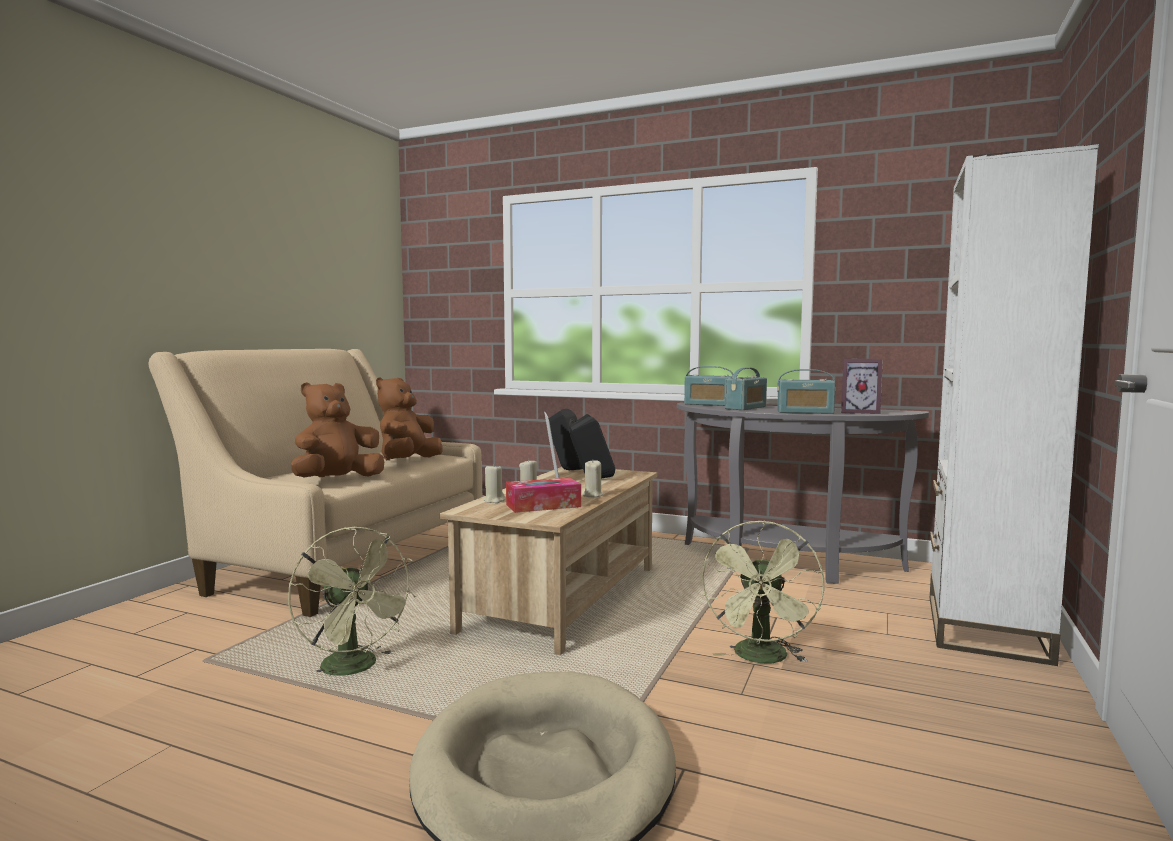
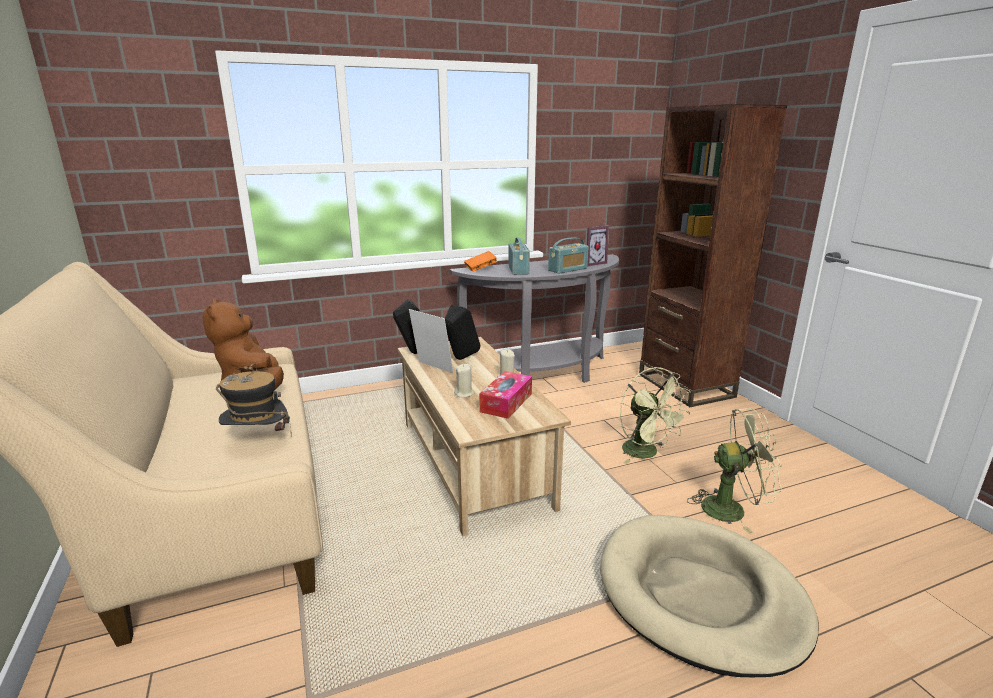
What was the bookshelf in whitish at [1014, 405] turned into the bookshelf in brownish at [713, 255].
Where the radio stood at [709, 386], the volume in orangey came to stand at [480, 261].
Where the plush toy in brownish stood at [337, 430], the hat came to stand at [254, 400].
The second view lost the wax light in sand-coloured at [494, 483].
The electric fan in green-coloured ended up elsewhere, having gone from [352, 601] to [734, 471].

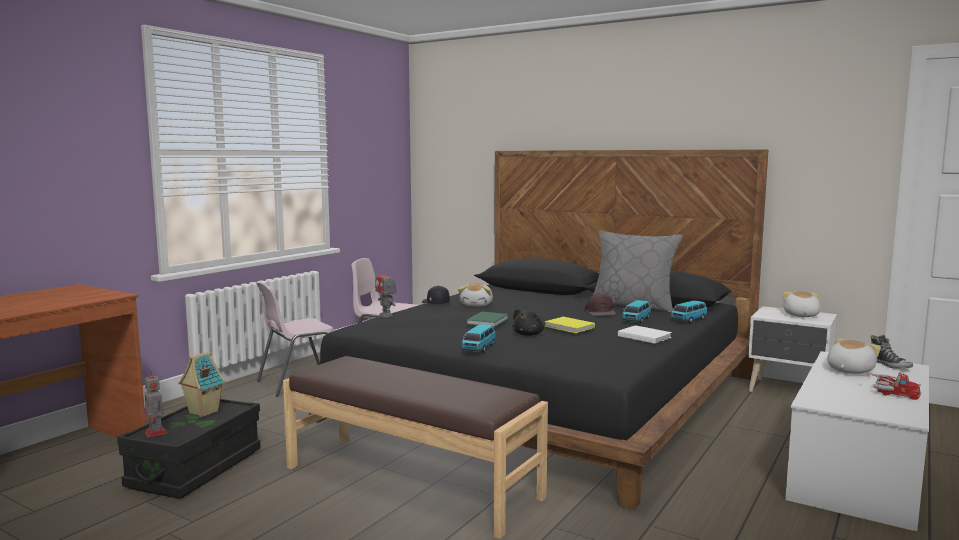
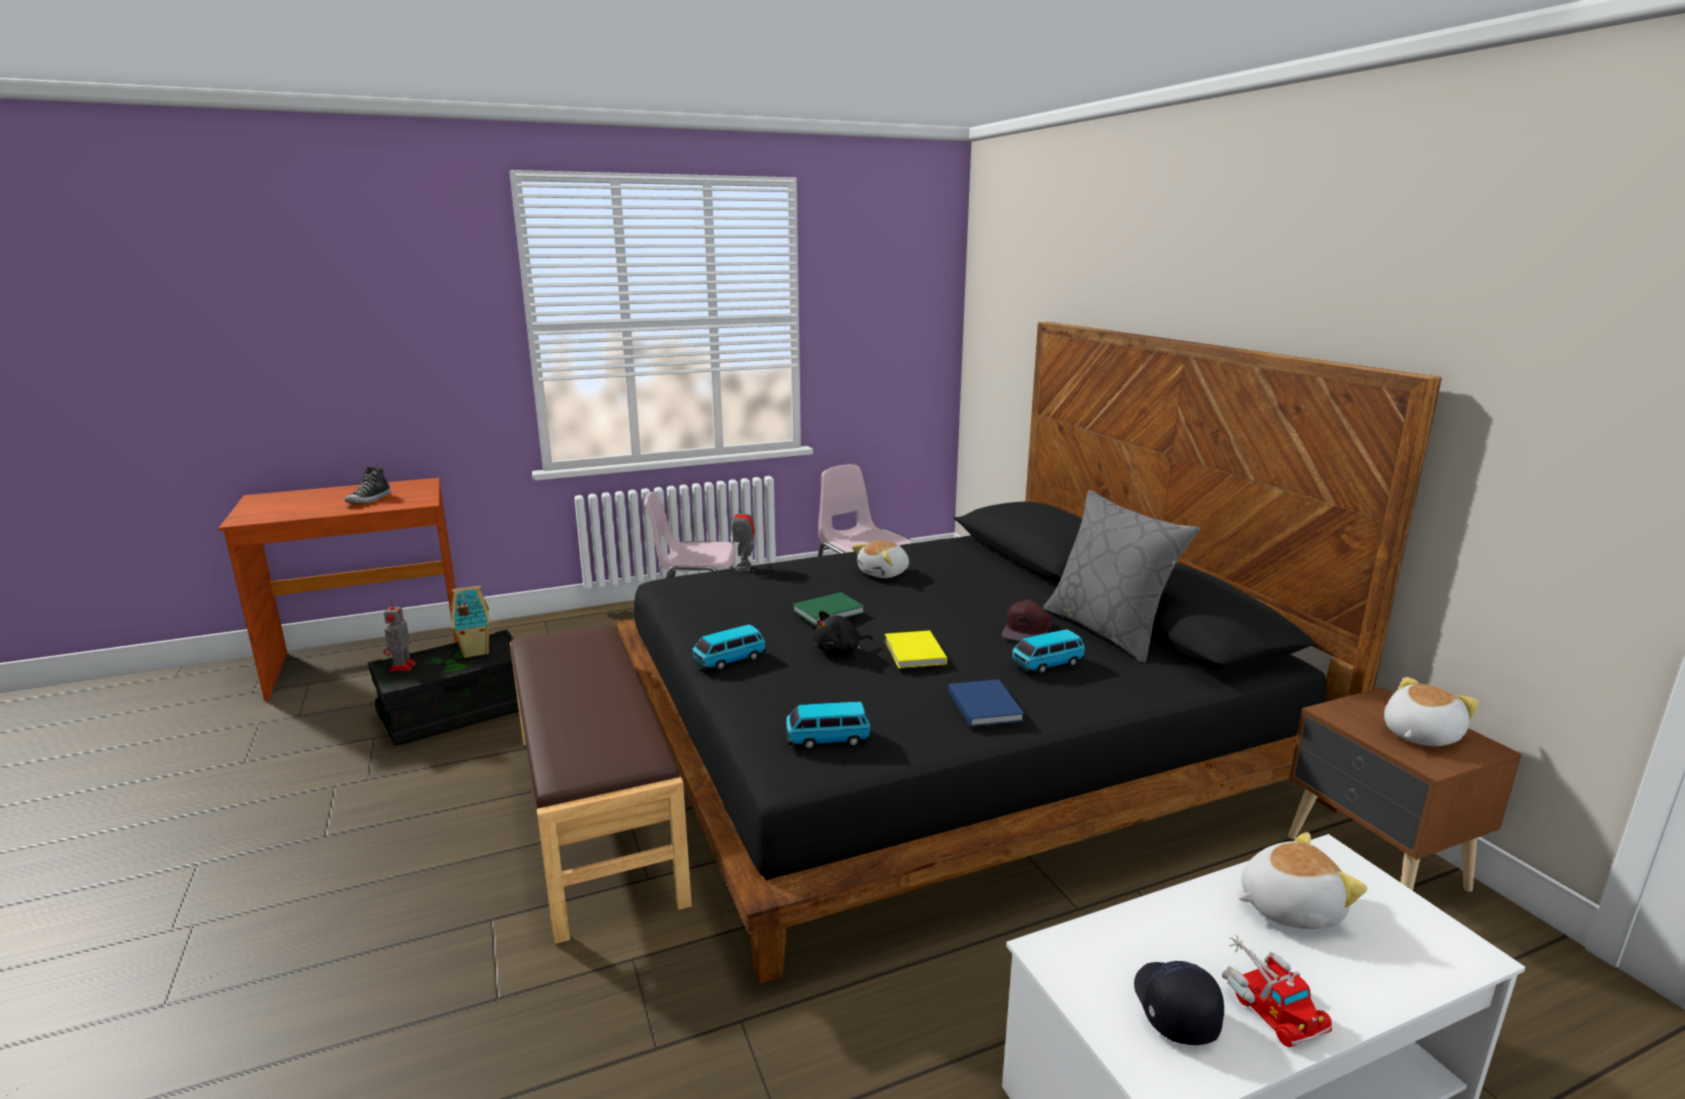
The peaked cap in blackish ended up elsewhere, having gone from [436, 295] to [1179, 1003].
The model car ended up elsewhere, having gone from [689, 311] to [828, 725].
What was the night table in whitish at [792, 349] turned into the night table in brownish at [1405, 789].
What was the volume in whitish at [645, 334] turned into the volume in bluish at [986, 703].
The shoe ended up elsewhere, having gone from [892, 352] to [367, 485].

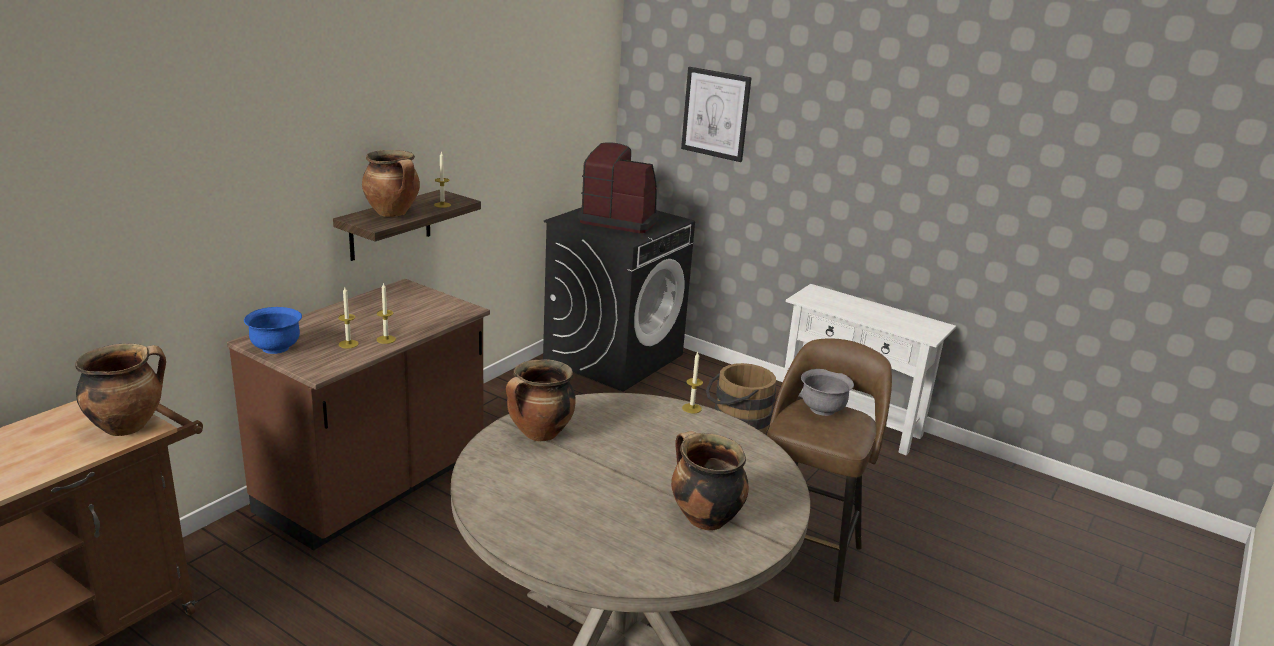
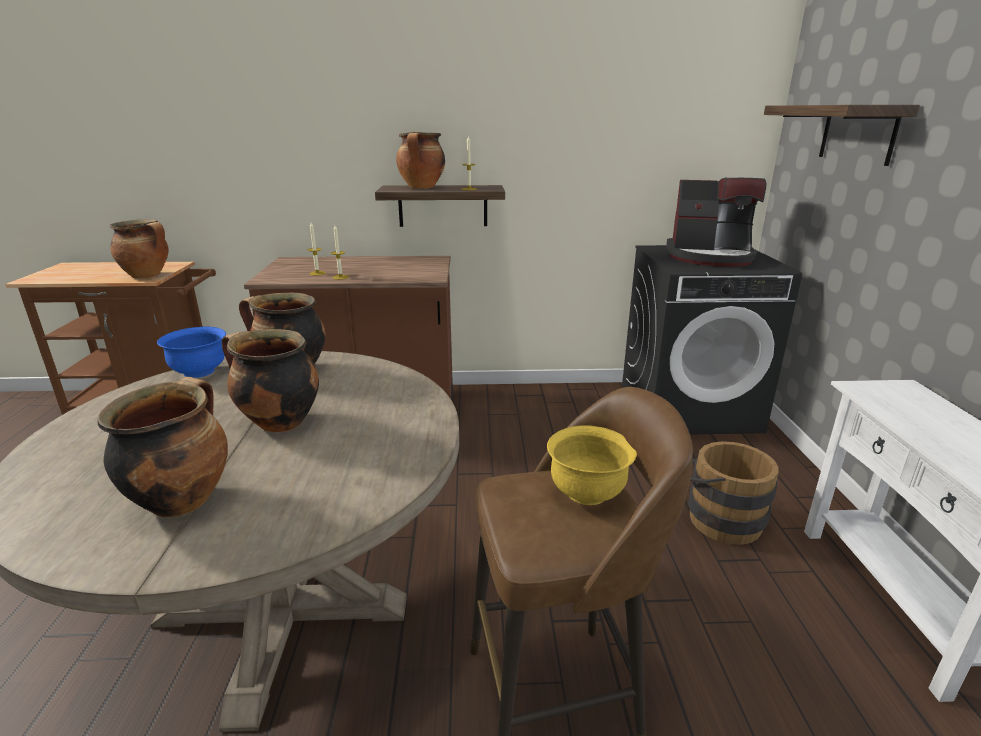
Where the wall art hung at [716, 114], the wall shelf came to hang at [842, 135].
The coffee machine at [618, 188] ended up facing another way, 120 degrees clockwise from before.
The deep dish in bluish ended up elsewhere, having gone from [273, 330] to [191, 352].
The second view lost the wax light at [692, 382].
What was the deep dish in grey at [827, 392] turned into the deep dish in yellow at [592, 465].
The second view gained the cooking pot at [270, 380].

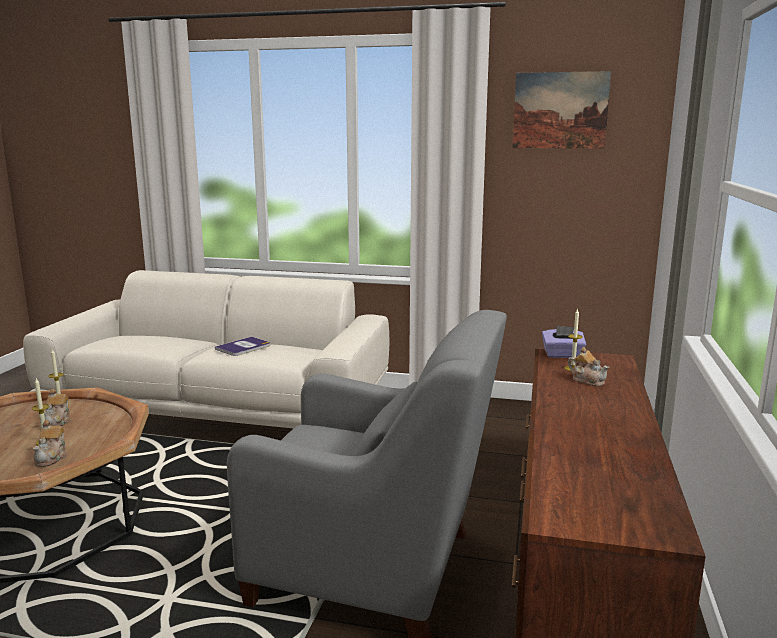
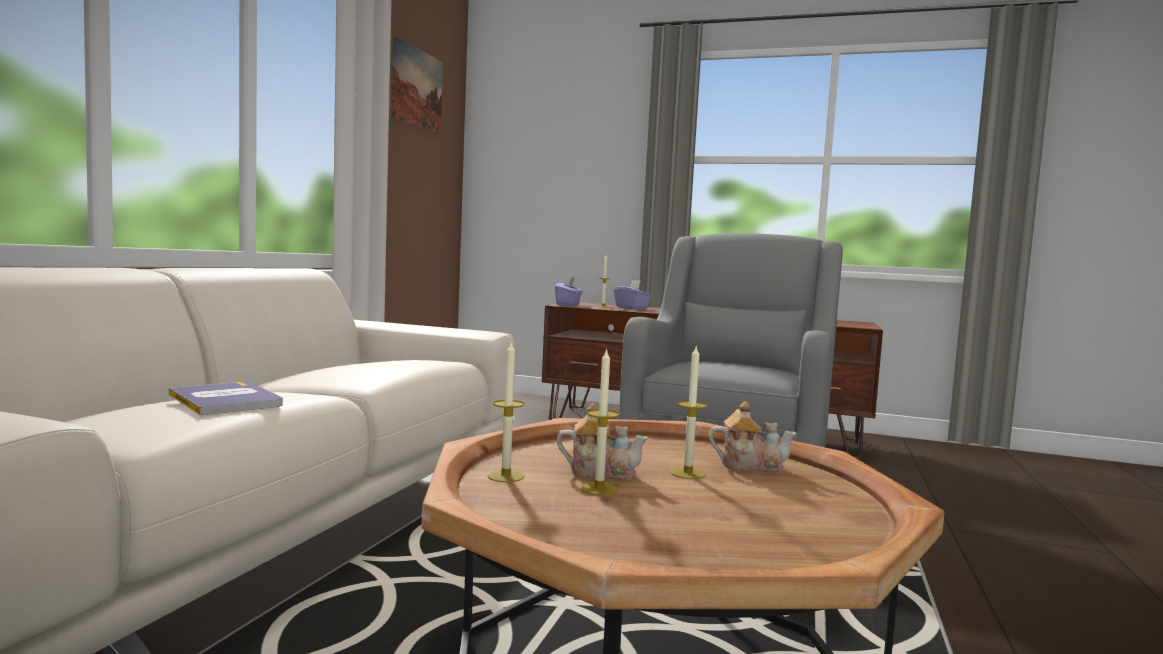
The volume ended up elsewhere, having gone from [242, 346] to [226, 398].
Where the tea pot stood at [588, 366], the box of tissues in purple-coloured came to stand at [633, 294].
The second view gained the wax light at [599, 421].

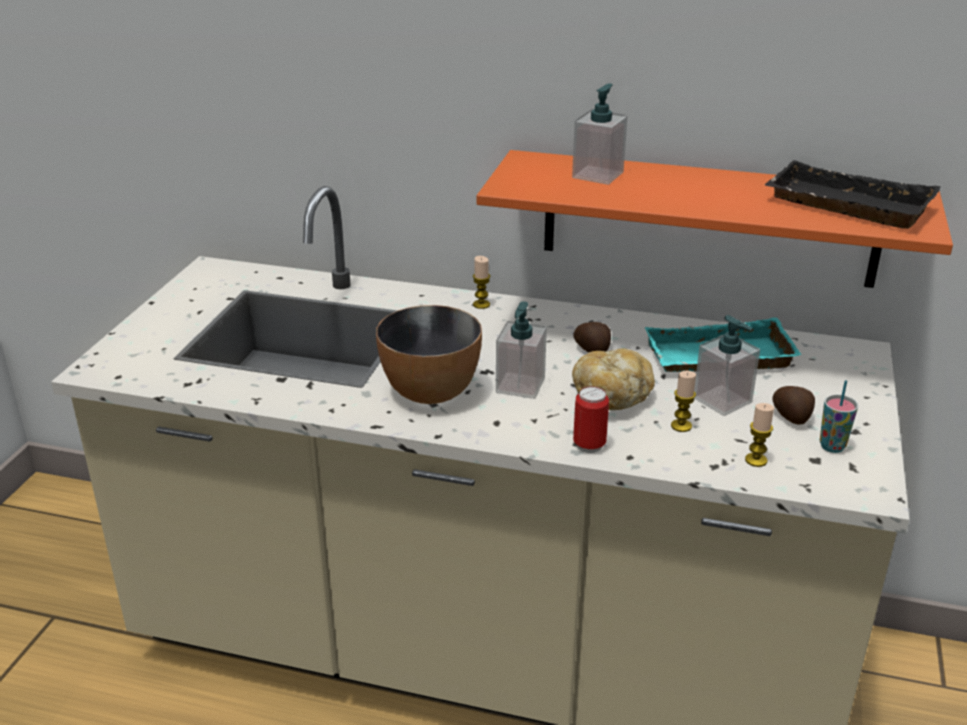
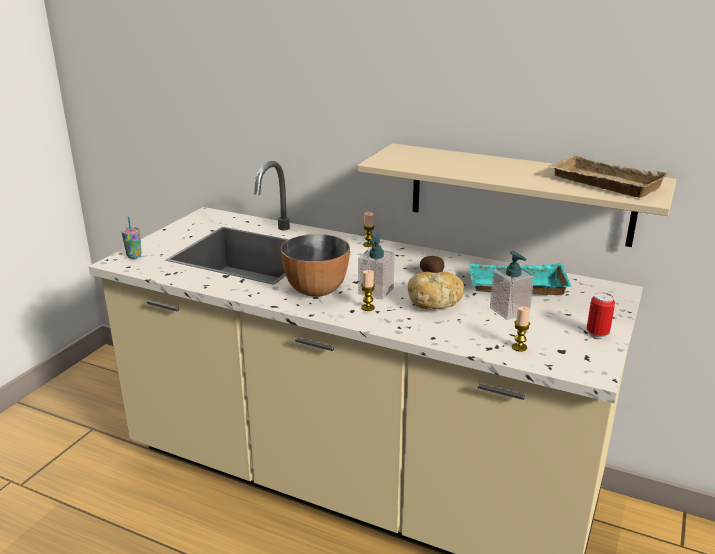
The second view lost the soap dispenser at [600, 134].
What was the wall shelf in orangey at [715, 219] turned into the wall shelf in sand-coloured at [516, 195].
What was the tray in blackish at [852, 194] turned into the tray in sand-coloured at [608, 176].
The wax light ended up elsewhere, having gone from [683, 401] to [368, 290].
The small cup ended up elsewhere, having gone from [839, 416] to [131, 237].
The can ended up elsewhere, having gone from [591, 419] to [601, 316].
The second view lost the spud at [793, 405].

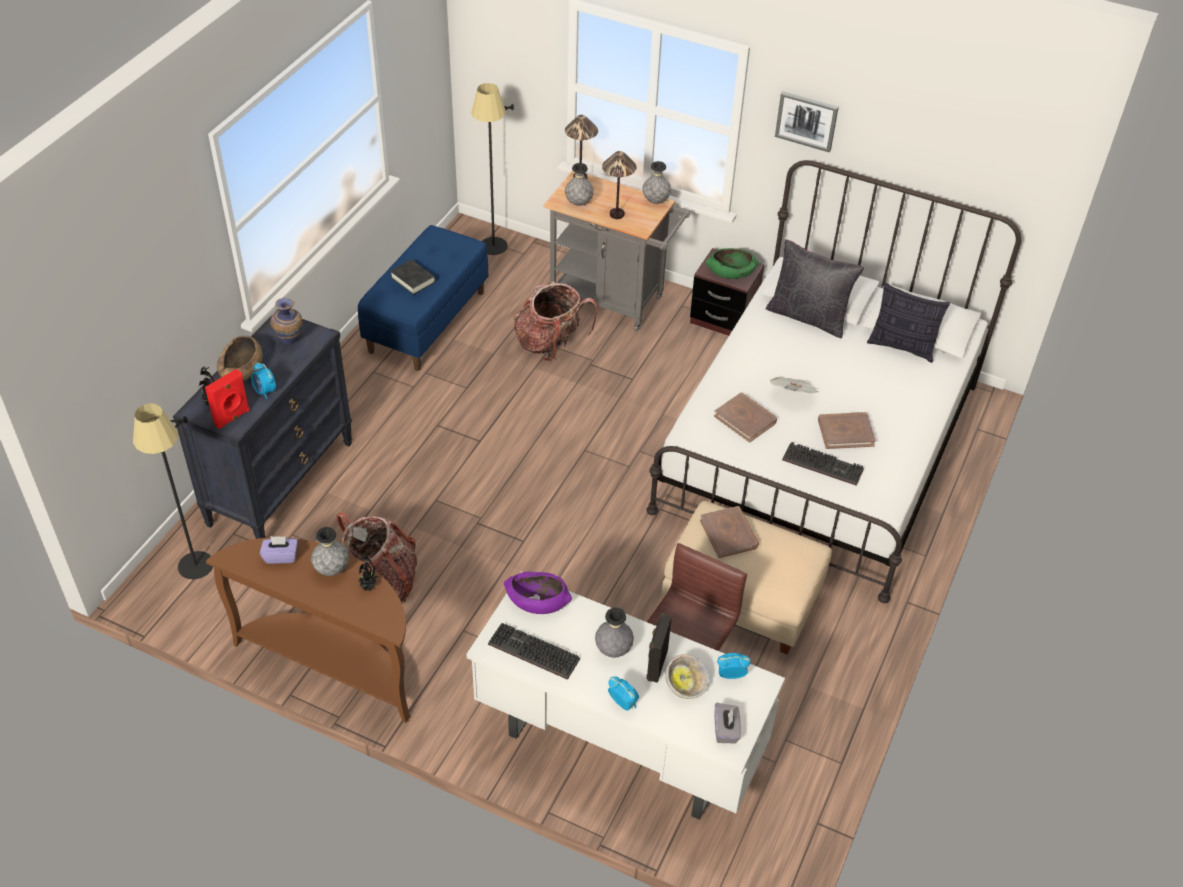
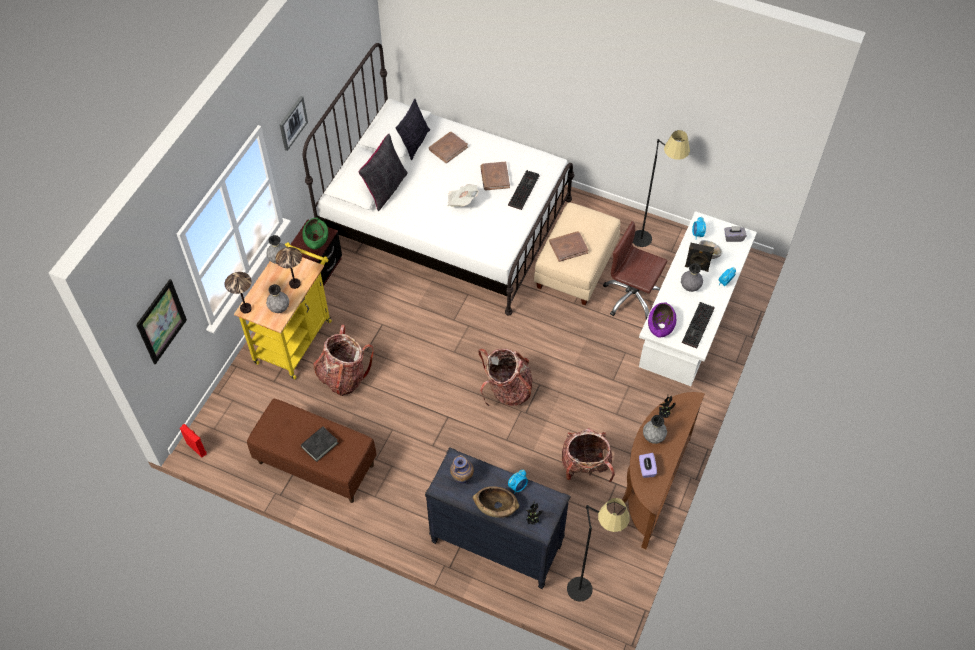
The floor lamp in blackish ended up elsewhere, having gone from [492, 169] to [661, 188].
What was the wheeled cart in grey at [616, 251] turned into the wheeled cart in yellow at [283, 310].
What was the bench in bluish at [423, 298] turned into the bench in brownish at [312, 451].
The audio speaker in red ended up elsewhere, having gone from [227, 399] to [193, 440].
The volume in brownish ended up elsewhere, having gone from [745, 417] to [448, 148].
The second view gained the wall art at [161, 321].
The second view gained the rucksack at [505, 377].

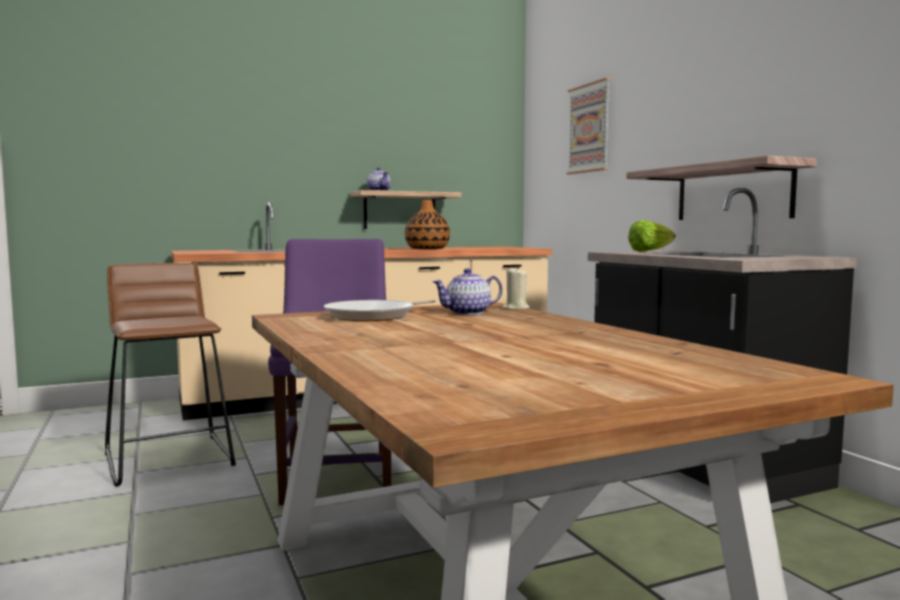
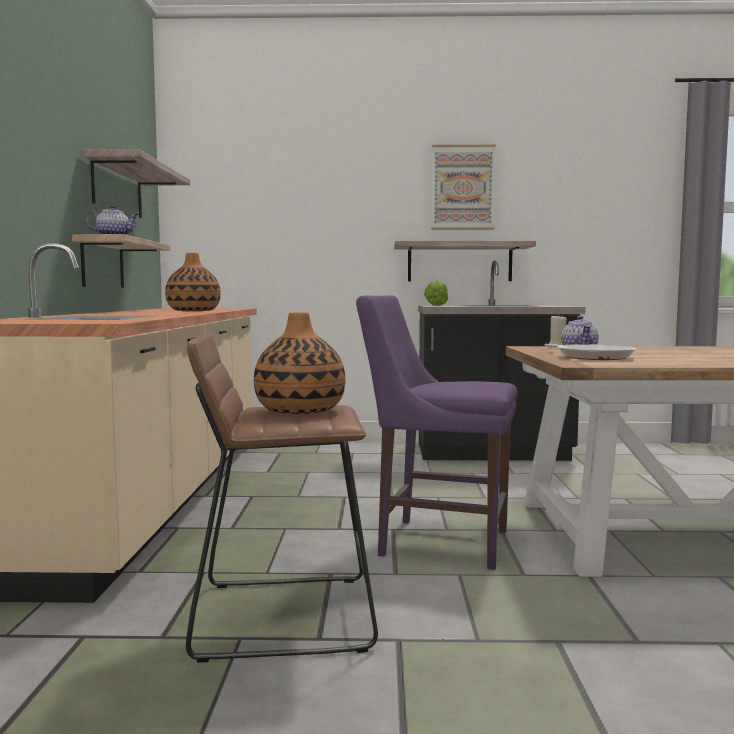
The wall art ended up elsewhere, having gone from [588, 125] to [463, 187].
The second view gained the wall shelf at [136, 183].
The second view gained the flower vase at [299, 363].

